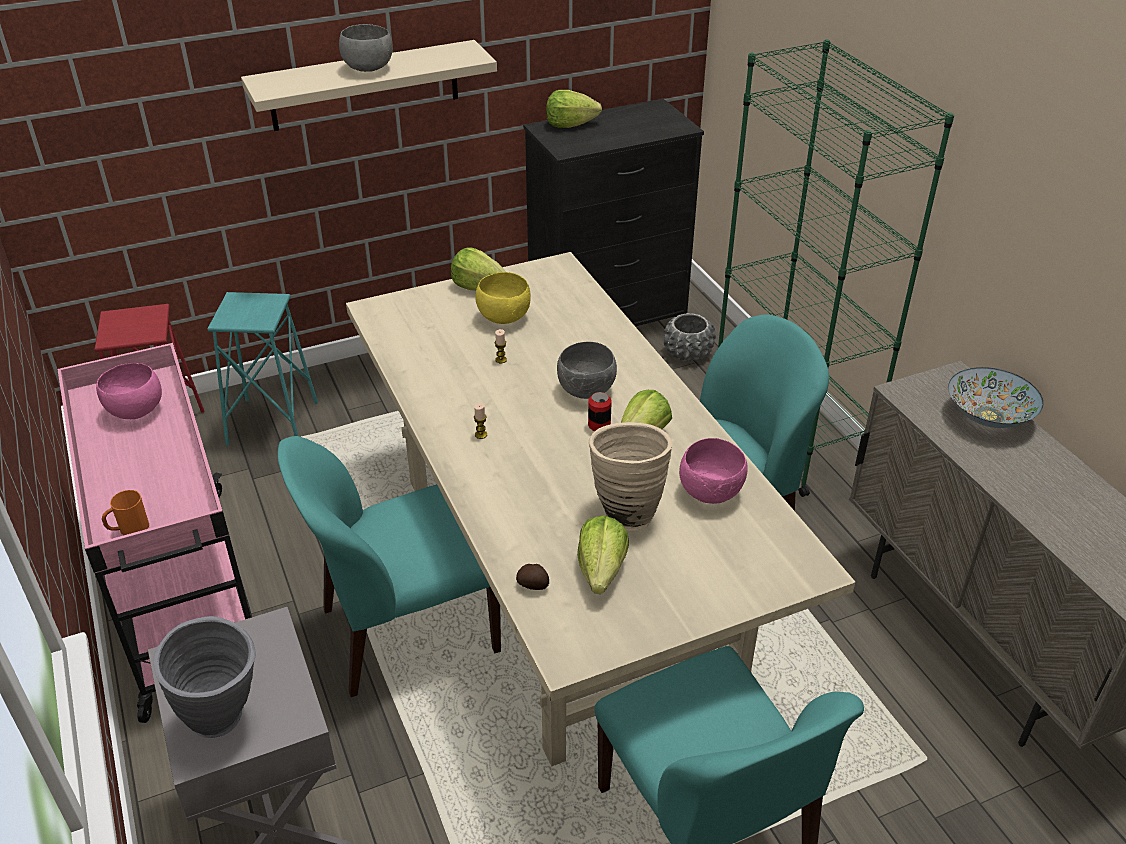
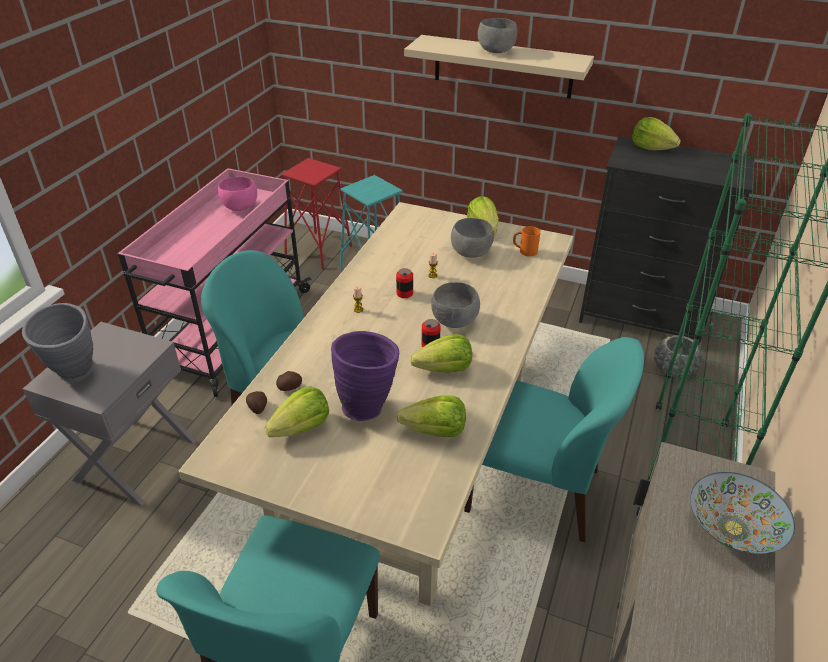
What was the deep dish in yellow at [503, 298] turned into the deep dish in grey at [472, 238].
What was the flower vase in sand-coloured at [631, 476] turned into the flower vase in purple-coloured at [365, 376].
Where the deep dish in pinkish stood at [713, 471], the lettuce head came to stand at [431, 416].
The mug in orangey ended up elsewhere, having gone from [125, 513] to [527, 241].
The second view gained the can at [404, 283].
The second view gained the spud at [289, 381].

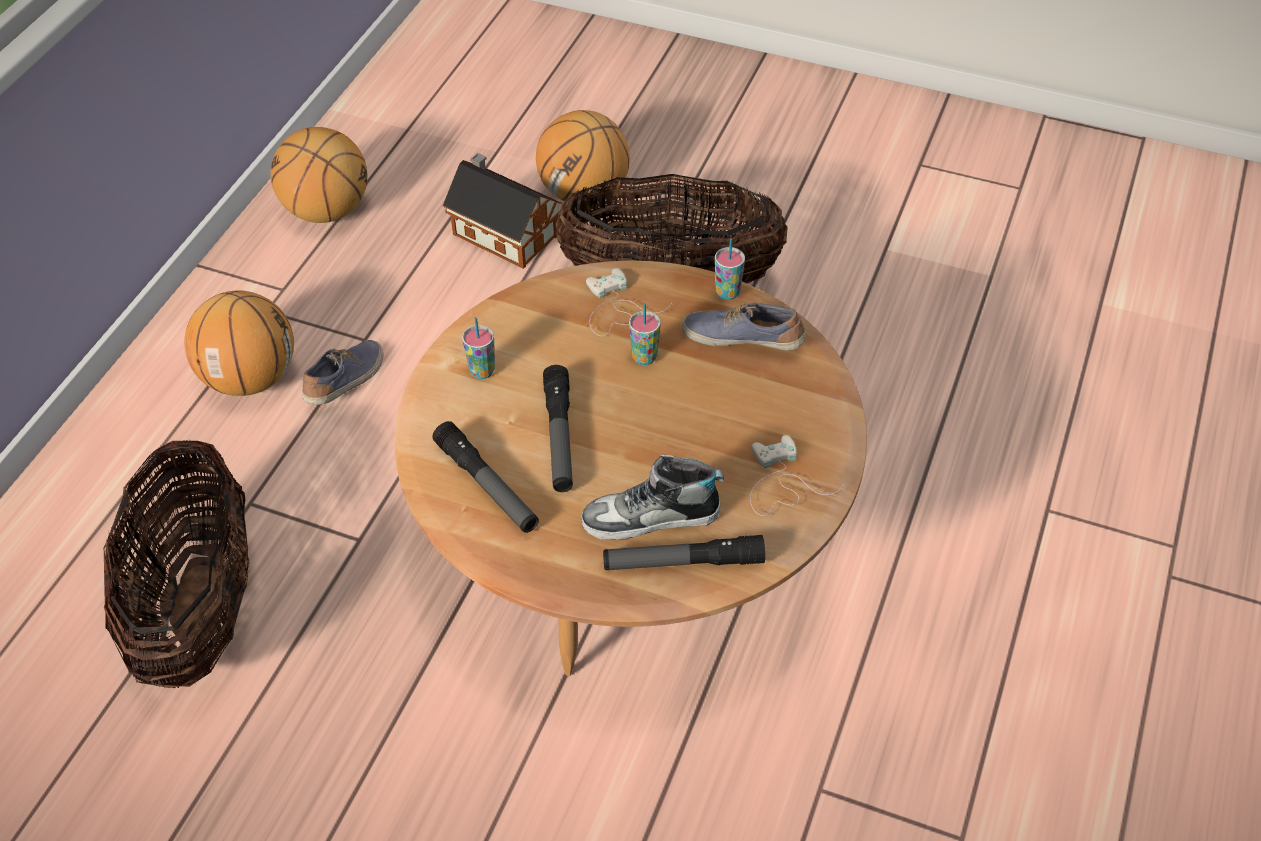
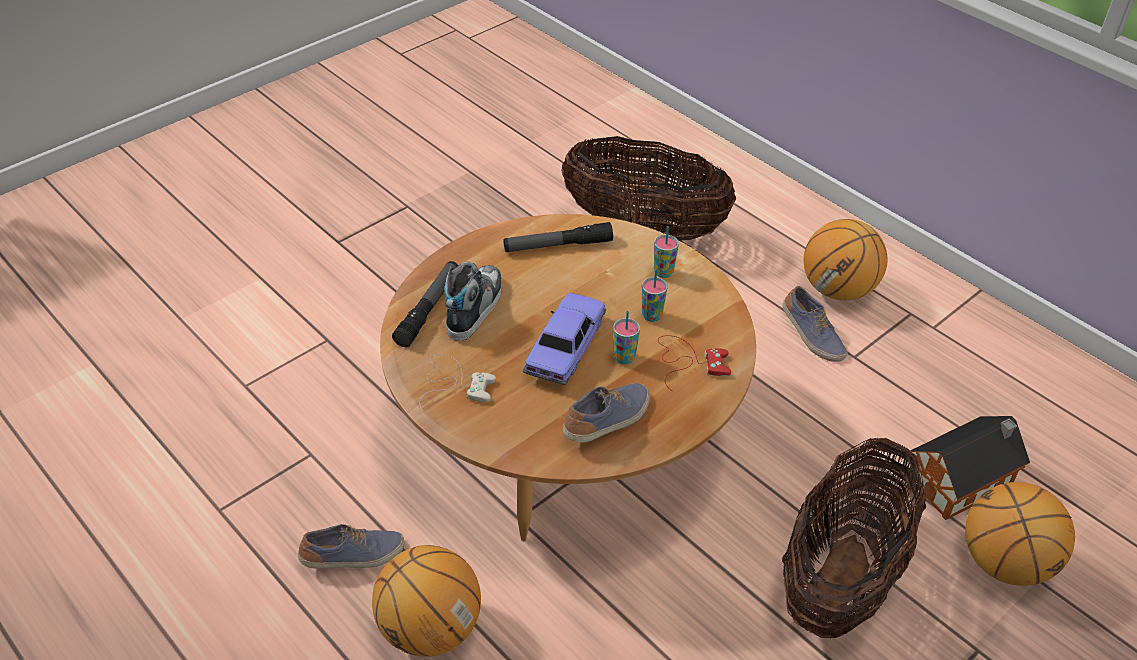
The ball for basketball ended up elsewhere, having gone from [319, 175] to [426, 601].
The small cup ended up elsewhere, having gone from [730, 269] to [655, 295].
What was the game controller in whitish at [629, 302] turned into the game controller in red at [694, 363].
The second view lost the torch at [558, 428].
The second view gained the model car at [564, 339].
The second view gained the shoe at [351, 546].

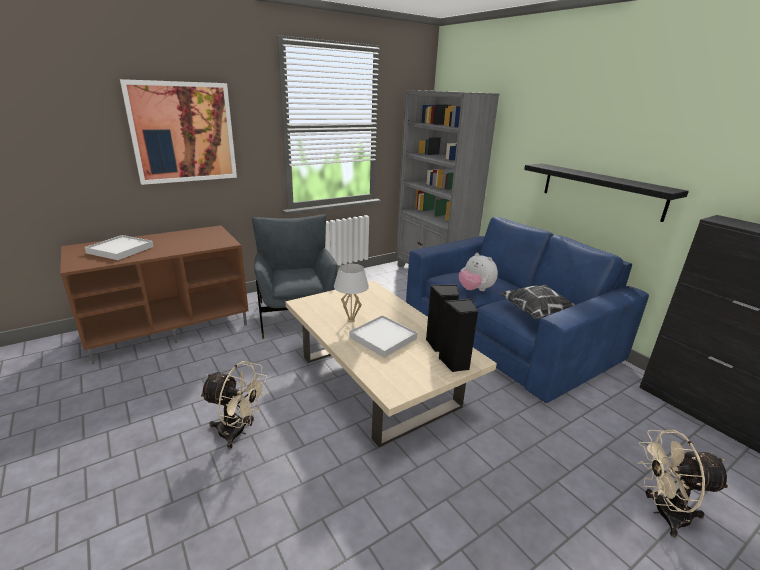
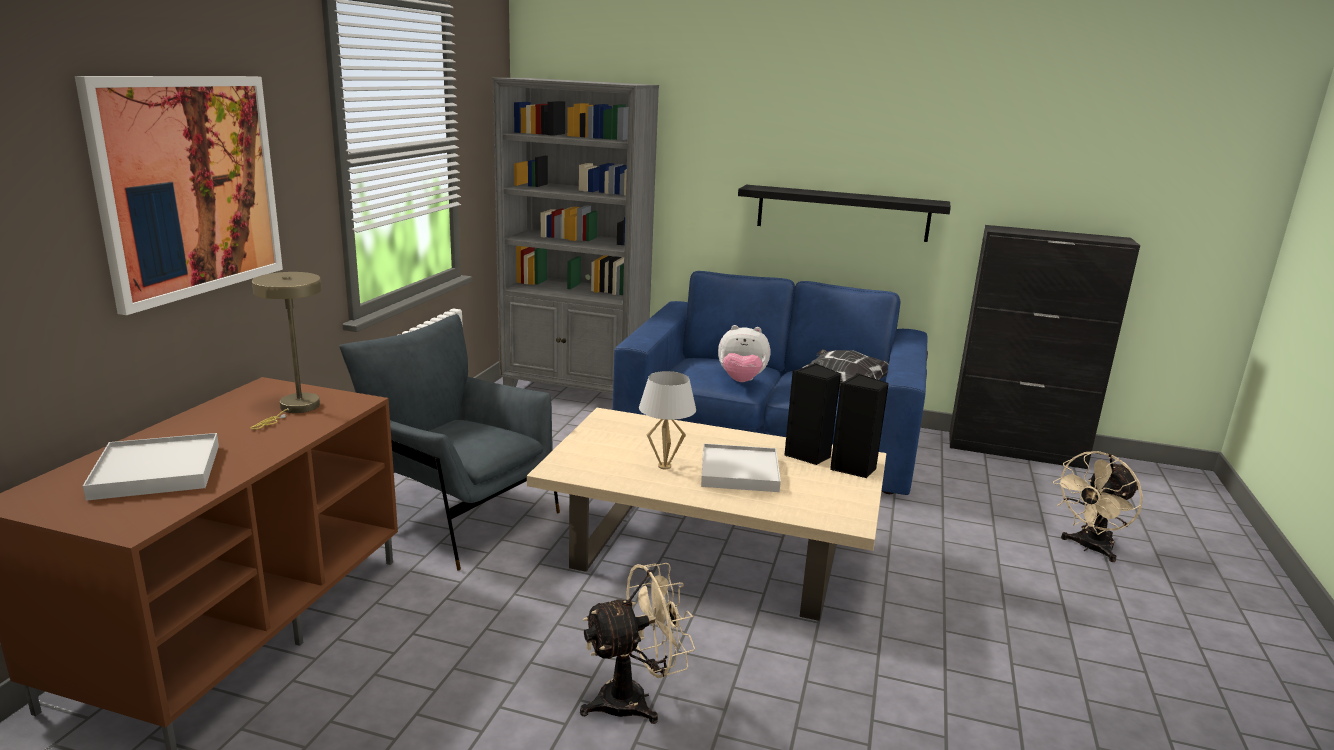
The second view gained the lamp for a table in sand-coloured at [286, 350].

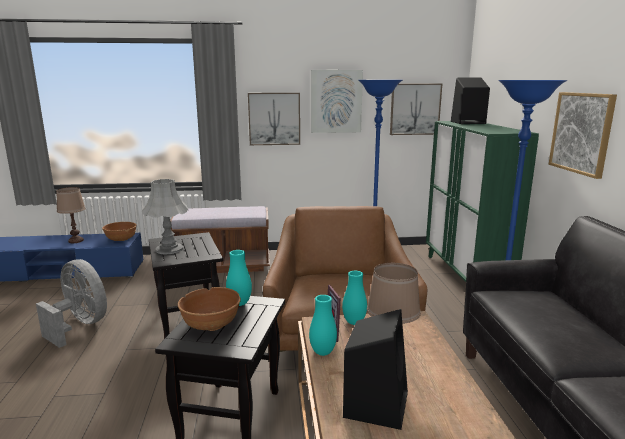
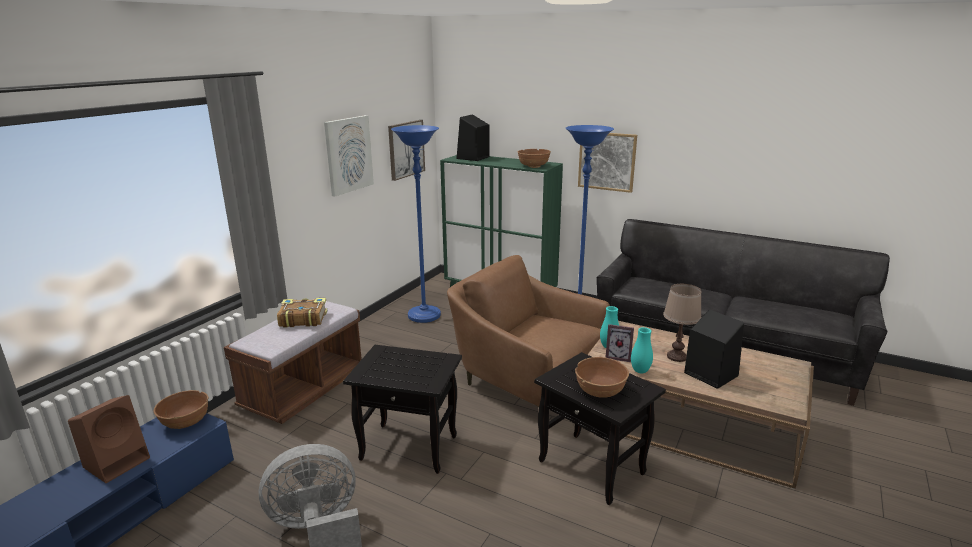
The second view lost the wall art at [274, 119].
The second view lost the lamp for a table in grey at [165, 216].
Where the lamp for a table in brownish stood at [71, 215], the audio speaker in brownish came to stand at [109, 439].
The second view lost the flower vase in blue-green at [239, 278].
The second view gained the deep dish in brownish at [534, 158].
The second view gained the volume at [302, 313].

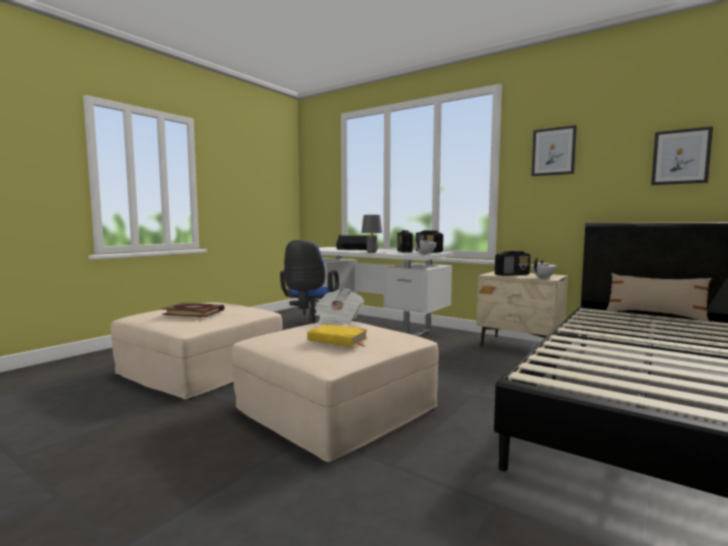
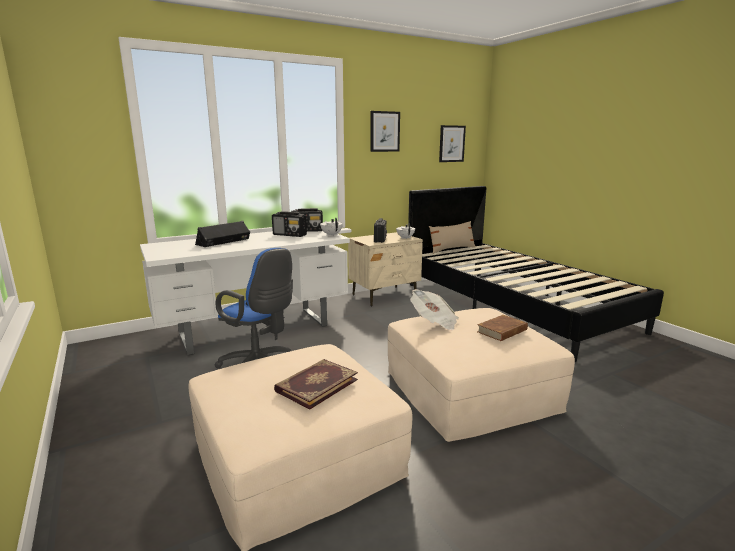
The second view lost the lamp for a table in grey at [371, 234].
What was the volume in yellow at [337, 335] turned into the volume in brownish at [502, 328].

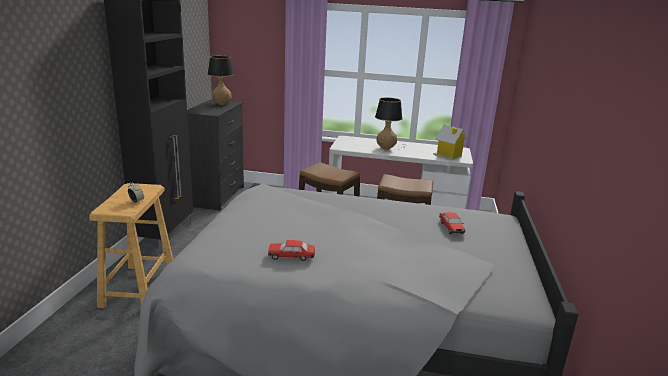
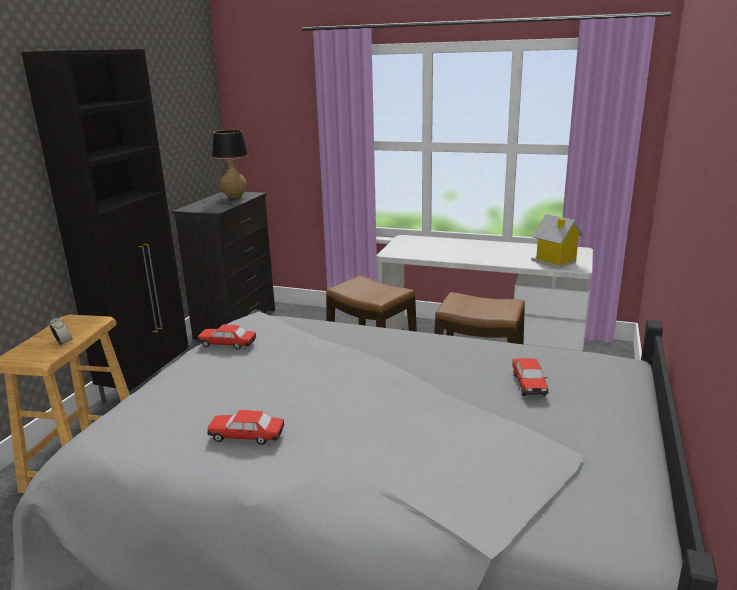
The second view lost the lamp for a table at [390, 123].
The second view gained the model car at [227, 337].

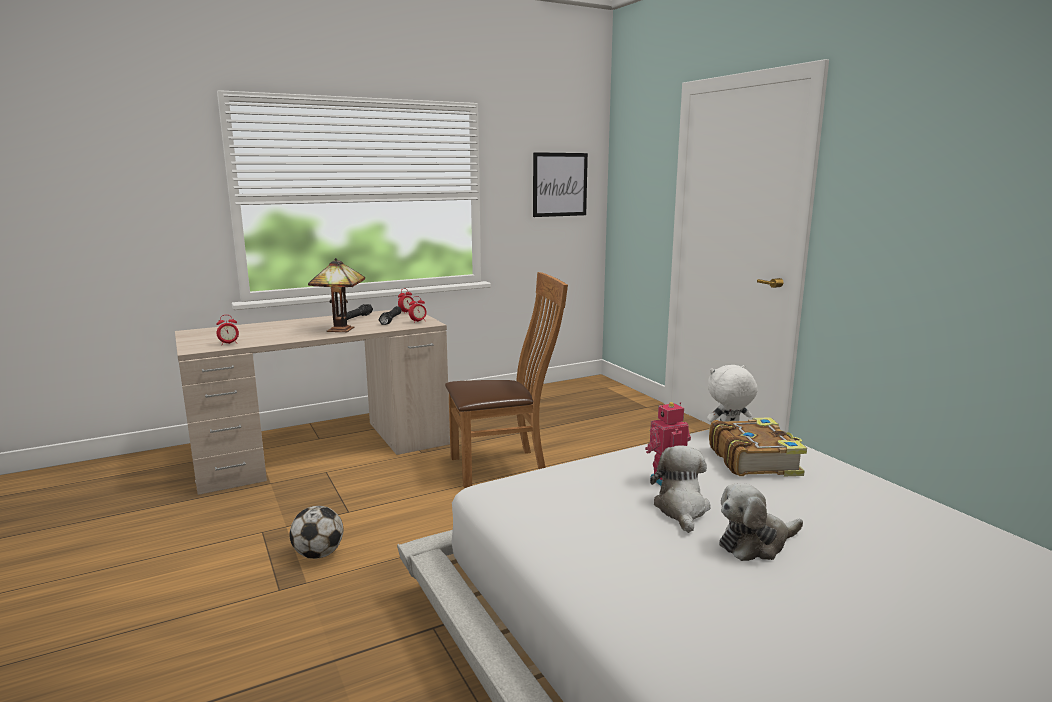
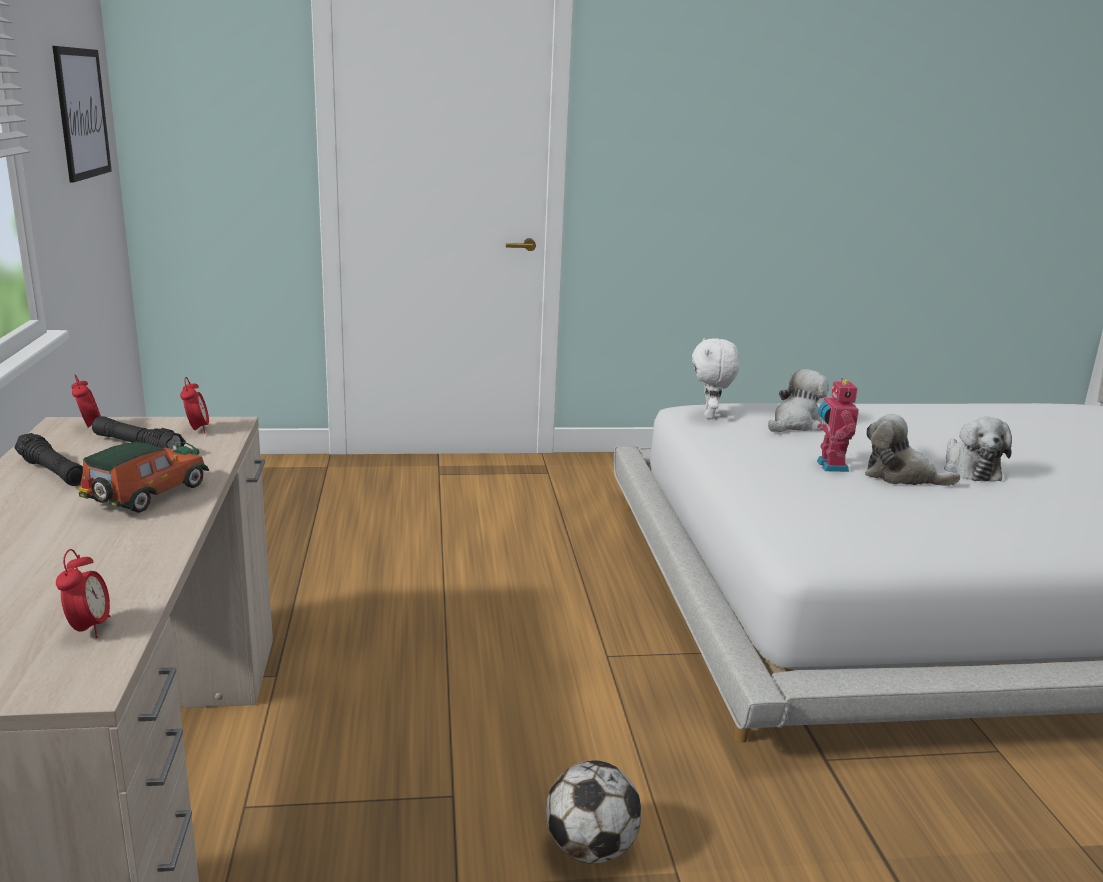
Where the lamp for a table stood at [336, 295], the model car came to stand at [143, 477].
The second view lost the chair in brownish at [506, 380].
Where the volume stood at [758, 447], the plush toy came to stand at [798, 400].

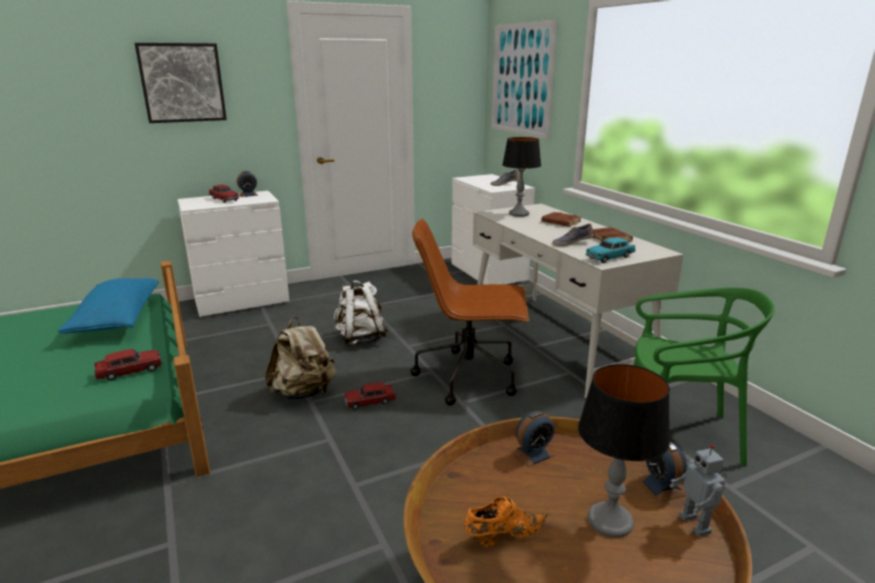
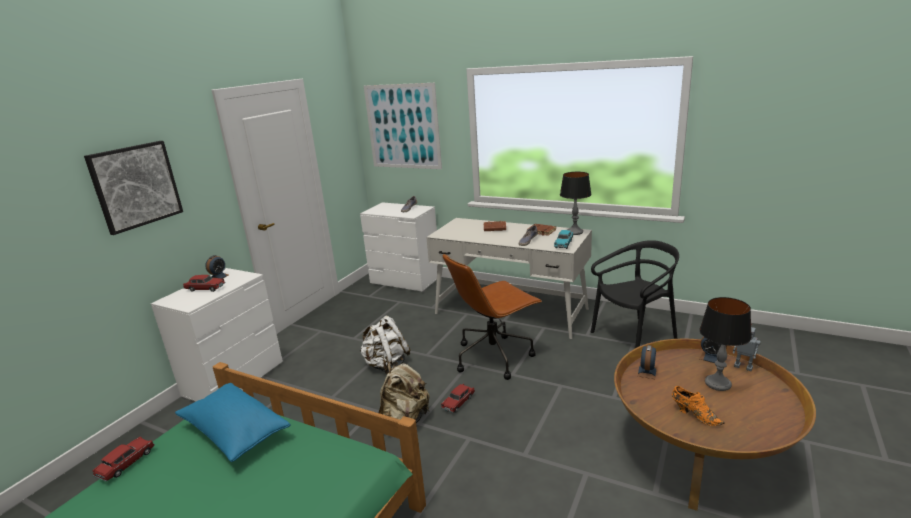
The lamp for a table ended up elsewhere, having gone from [521, 177] to [576, 203].
What was the chair in green-coloured at [704, 376] turned into the chair in blackish at [635, 294].
The model car in red ended up elsewhere, having gone from [128, 365] to [123, 459].
The shoe in orangey at [506, 521] ended up facing another way, 105 degrees clockwise from before.

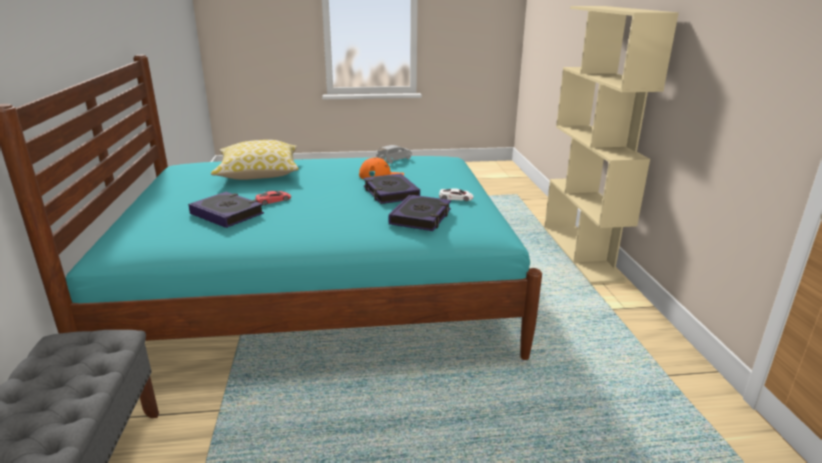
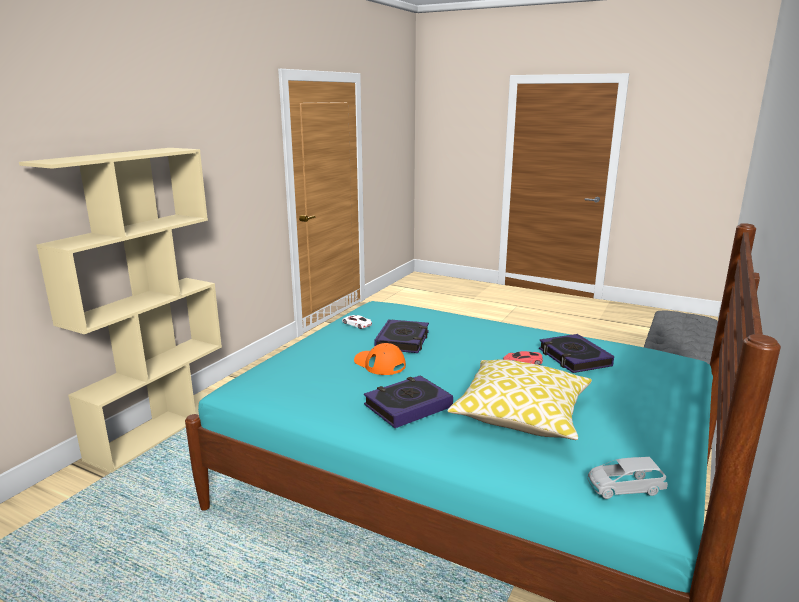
The model car in grey ended up elsewhere, having gone from [394, 154] to [628, 478].
The volume ended up elsewhere, having gone from [420, 213] to [408, 401].

